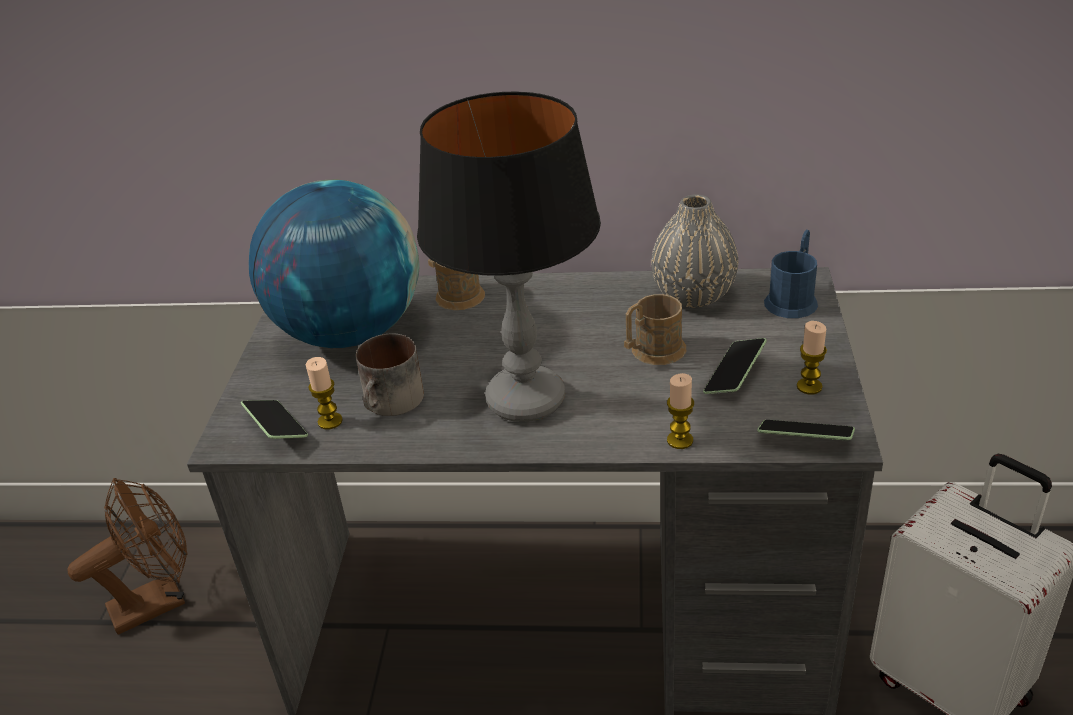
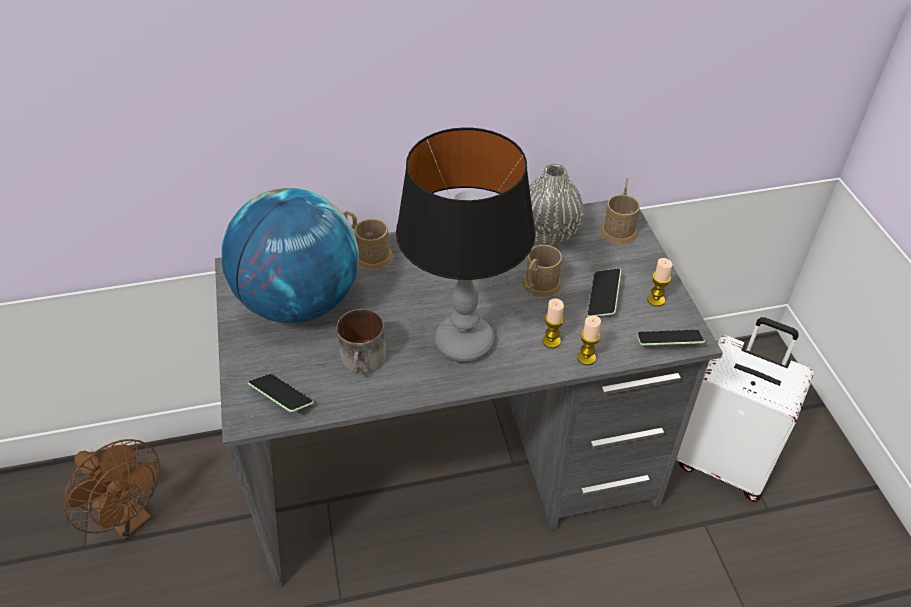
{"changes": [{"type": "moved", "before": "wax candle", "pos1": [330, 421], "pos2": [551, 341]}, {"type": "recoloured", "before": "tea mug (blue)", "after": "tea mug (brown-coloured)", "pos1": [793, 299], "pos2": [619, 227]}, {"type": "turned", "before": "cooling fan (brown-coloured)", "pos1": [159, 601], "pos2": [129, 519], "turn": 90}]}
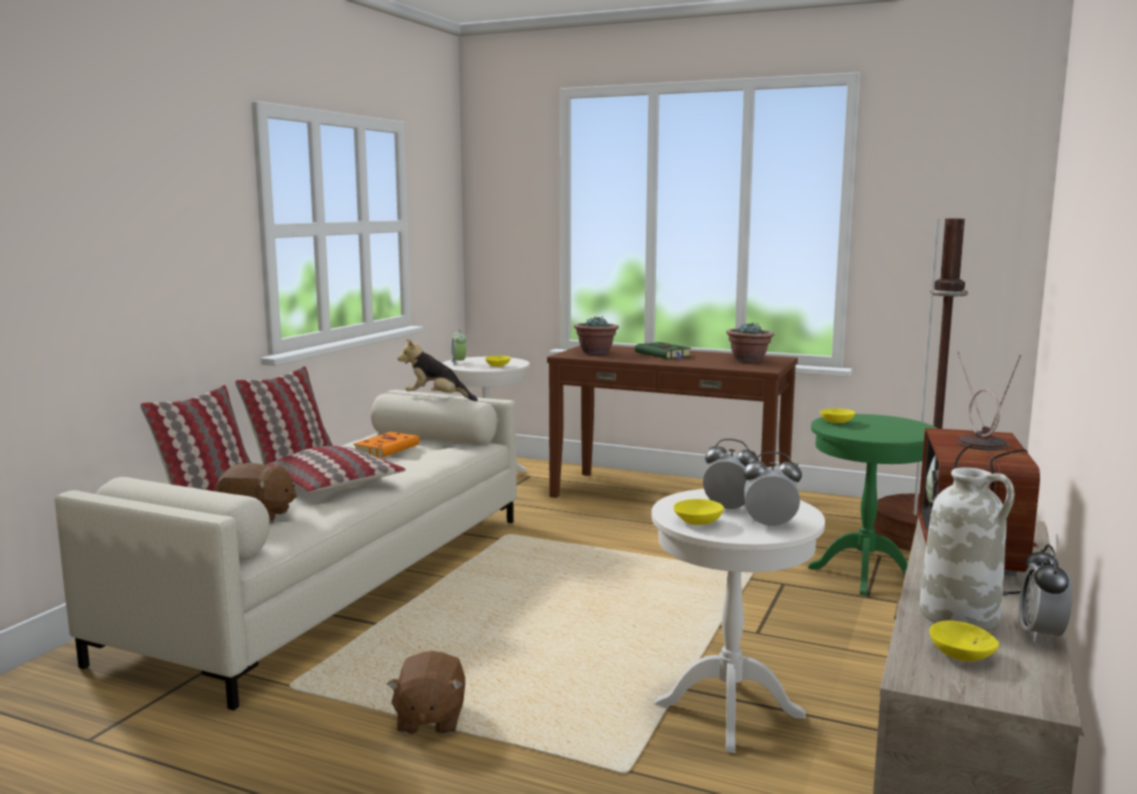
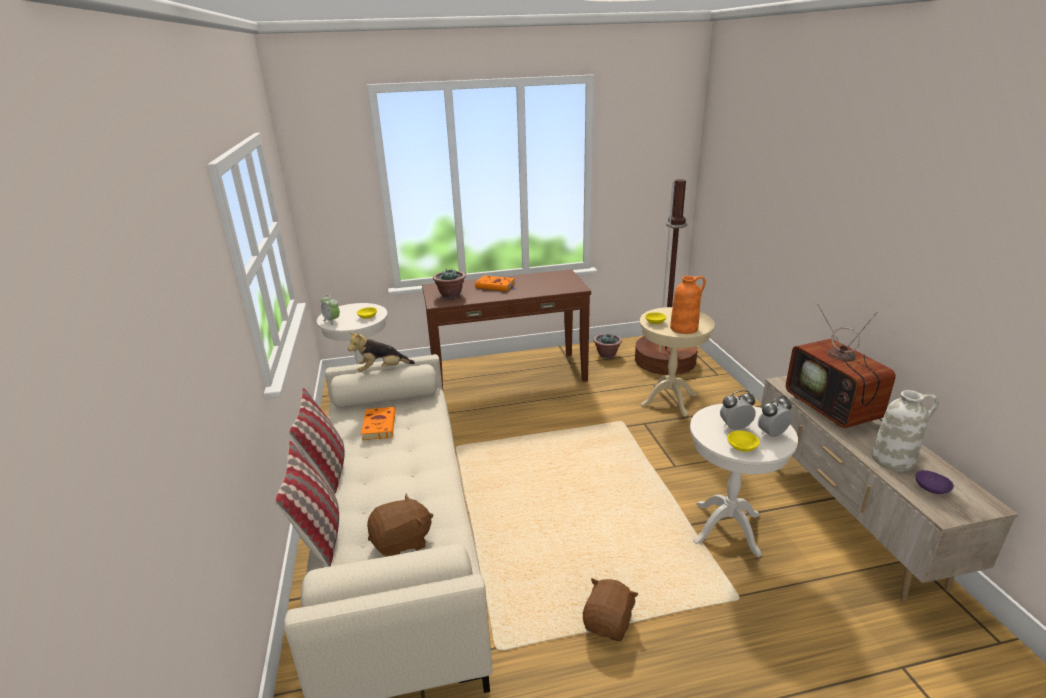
{"changes": [{"type": "removed", "before": "throw pillow", "pos1": [334, 486]}, {"type": "removed", "before": "alarm clock", "pos1": [1041, 634]}, {"type": "added", "after": "decorative vase (orange)", "pos2": [684, 328]}, {"type": "moved", "before": "houseplant", "pos1": [749, 360], "pos2": [607, 354]}, {"type": "recoloured", "before": "volume (green-coloured)", "after": "volume (orange)", "pos1": [664, 355], "pos2": [496, 286]}, {"type": "recoloured", "before": "end table (green-coloured)", "after": "end table (beige-coloured)", "pos1": [864, 574], "pos2": [669, 400]}, {"type": "recoloured", "before": "bowl (yellowish)", "after": "bowl (purplish)", "pos1": [959, 654], "pos2": [930, 488]}, {"type": "turned", "before": "soft toy (brown-coloured)", "pos1": [429, 719], "pos2": [608, 623], "turn": -120}]}
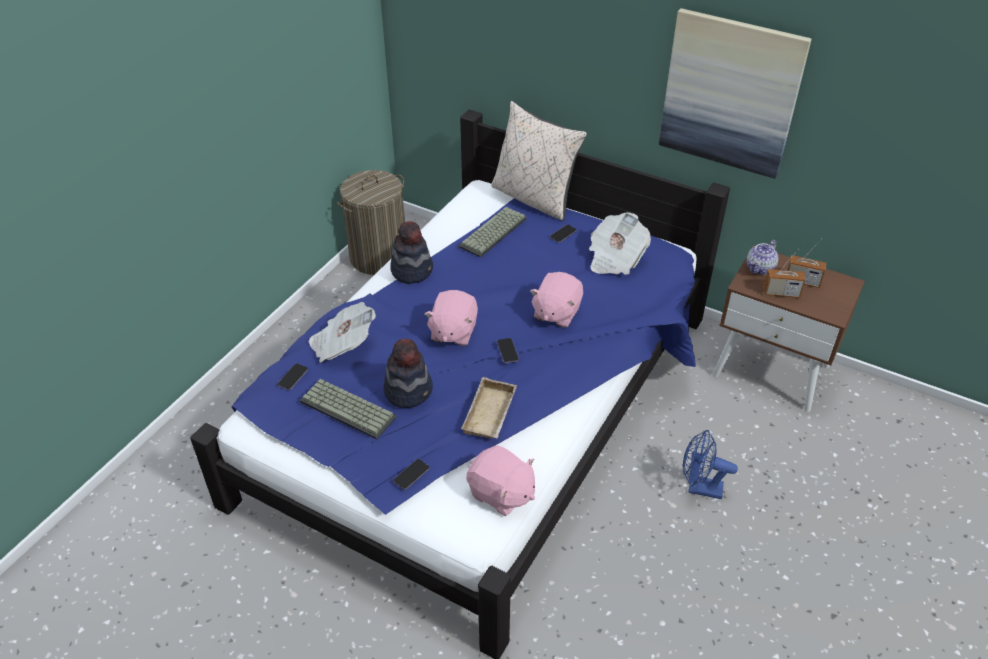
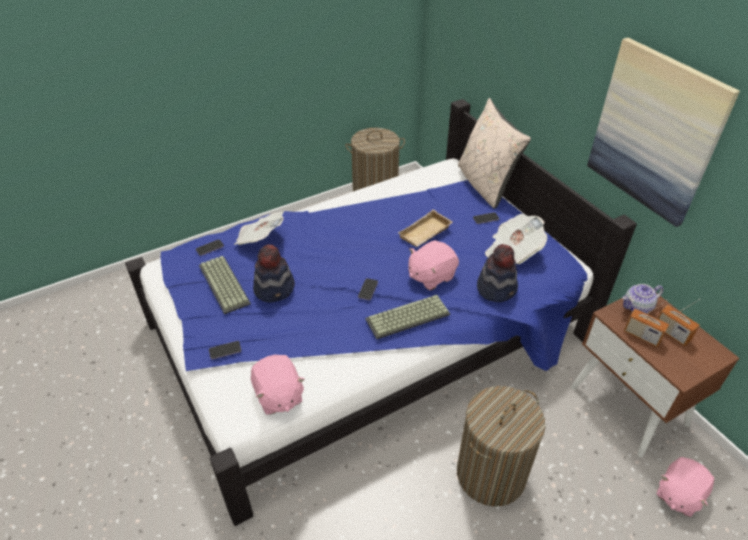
{"changes": [{"type": "moved", "before": "hat", "pos1": [412, 270], "pos2": [497, 288]}, {"type": "moved", "before": "soft toy (pinkish)", "pos1": [453, 332], "pos2": [678, 494]}, {"type": "moved", "before": "PC keyboard", "pos1": [493, 233], "pos2": [407, 318]}, {"type": "moved", "before": "tray (beige-coloured)", "pos1": [491, 414], "pos2": [425, 233]}, {"type": "replaced", "before": "cooling fan (blue)", "after": "hamper", "pos1": [699, 488], "pos2": [490, 474]}]}
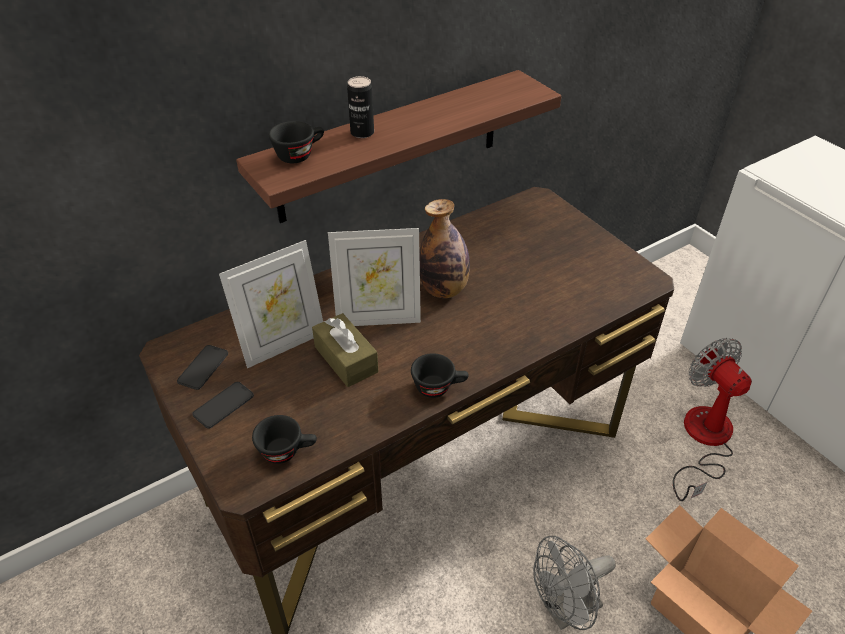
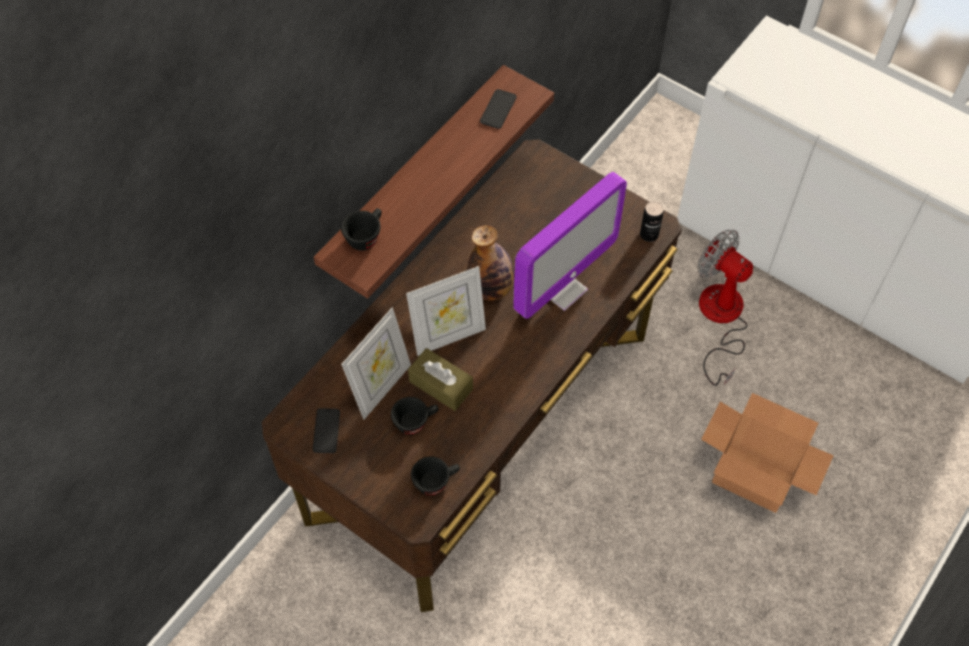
{"changes": [{"type": "removed", "before": "cooling fan (greyish)", "pos1": [565, 611]}, {"type": "added", "after": "monitor", "pos2": [561, 289]}, {"type": "moved", "before": "phone", "pos1": [223, 405], "pos2": [498, 109]}, {"type": "moved", "before": "can", "pos1": [362, 133], "pos2": [649, 234]}, {"type": "moved", "before": "small cup (black-coloured)", "pos1": [439, 387], "pos2": [415, 421]}]}
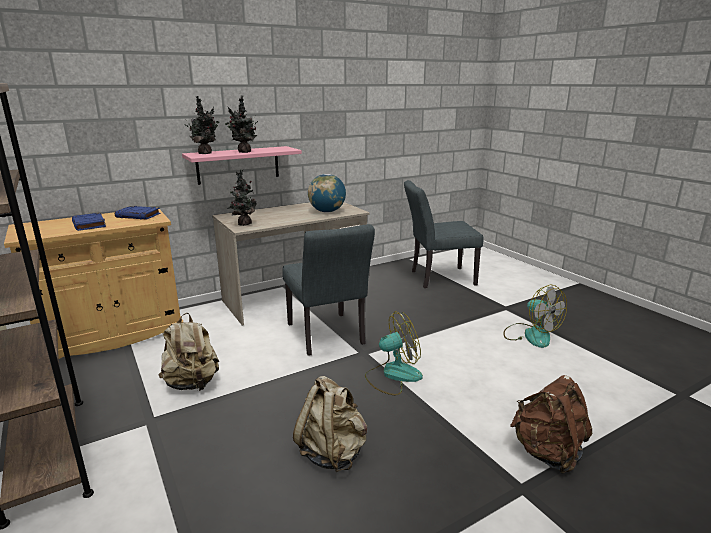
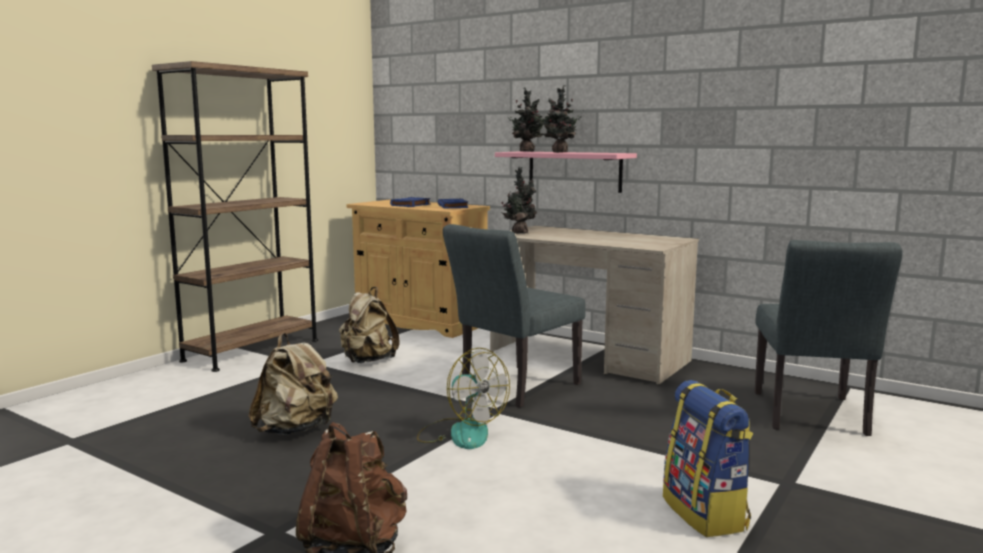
{"changes": [{"type": "removed", "before": "globe", "pos1": [327, 211]}, {"type": "replaced", "before": "cooling fan", "after": "knapsack", "pos1": [530, 335], "pos2": [706, 513]}, {"type": "turned", "before": "plain chair (greyish)", "pos1": [437, 278], "pos2": [811, 417], "turn": -135}]}
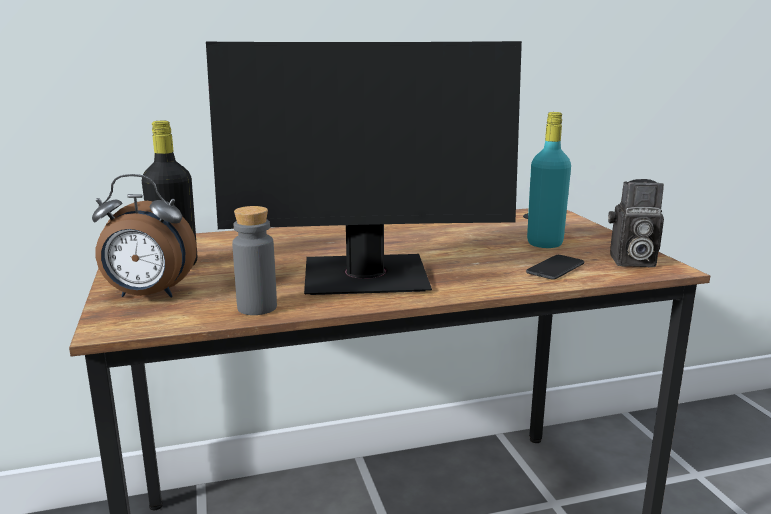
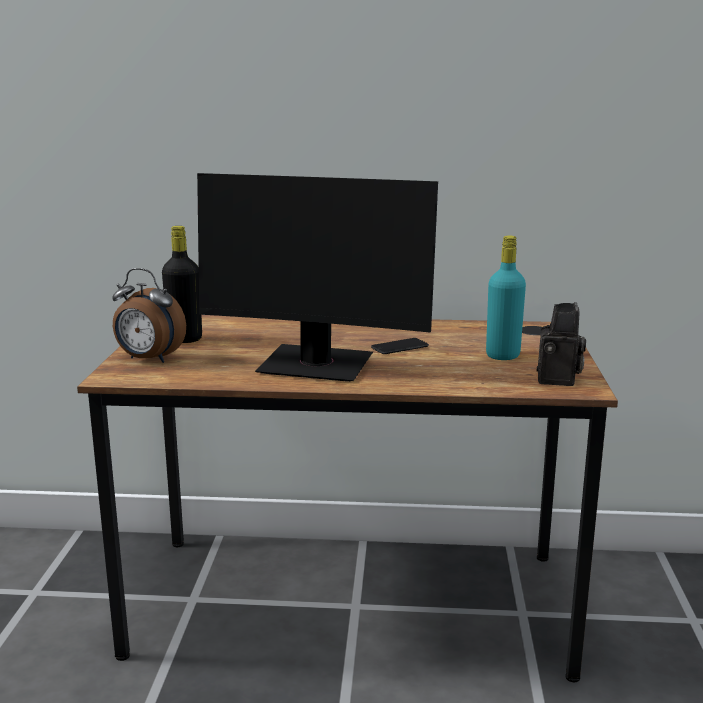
{"changes": [{"type": "removed", "before": "beverage bottle (greyish)", "pos1": [257, 307]}, {"type": "moved", "before": "phone", "pos1": [555, 268], "pos2": [399, 347]}, {"type": "turned", "before": "photo camera", "pos1": [630, 261], "pos2": [559, 380], "turn": -105}]}
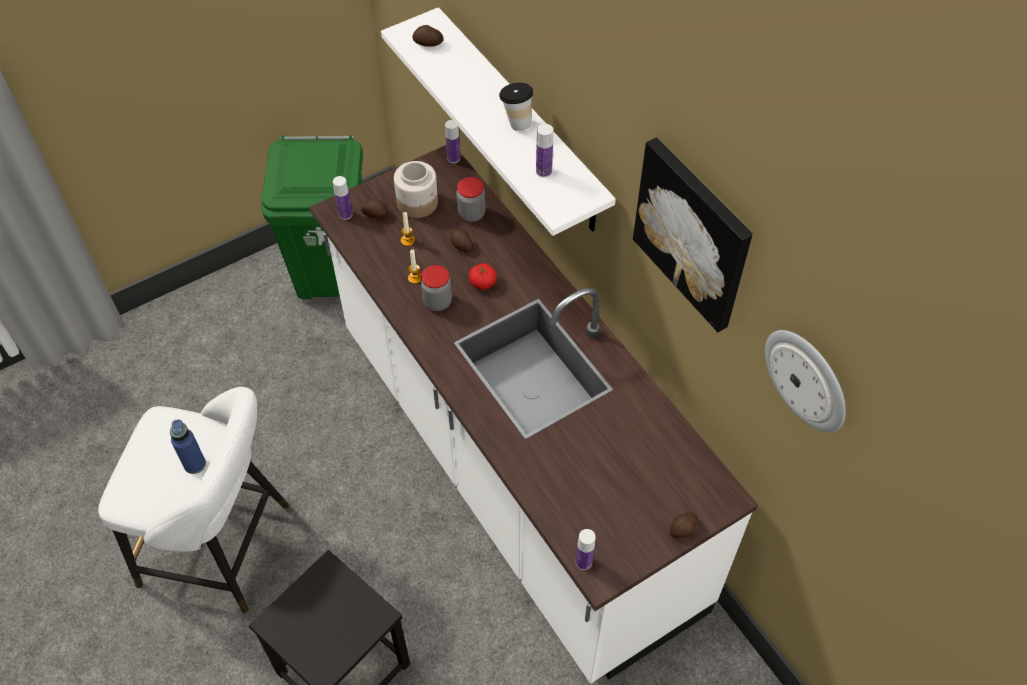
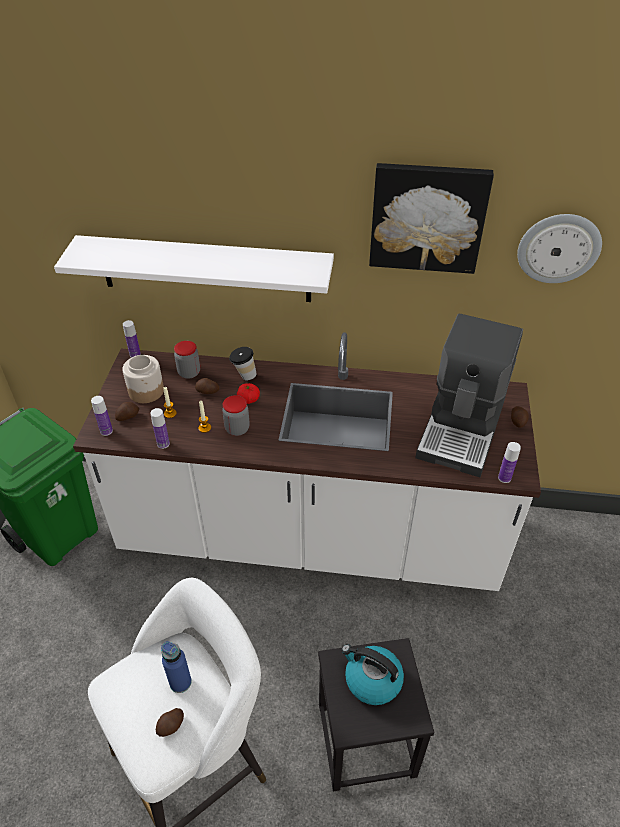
{"changes": [{"type": "added", "after": "kettle", "pos2": [372, 680]}, {"type": "added", "after": "coffee maker", "pos2": [463, 428]}, {"type": "moved", "before": "whole potato", "pos1": [428, 43], "pos2": [171, 726]}, {"type": "moved", "before": "small cup", "pos1": [516, 122], "pos2": [244, 376]}, {"type": "moved", "before": "beverage bottle", "pos1": [543, 171], "pos2": [163, 444]}]}
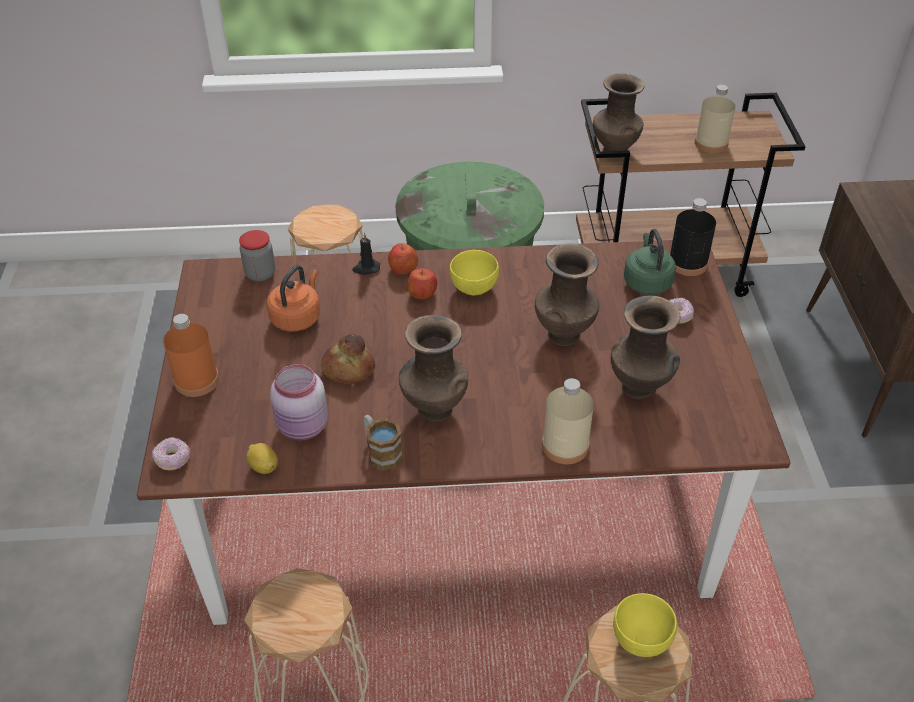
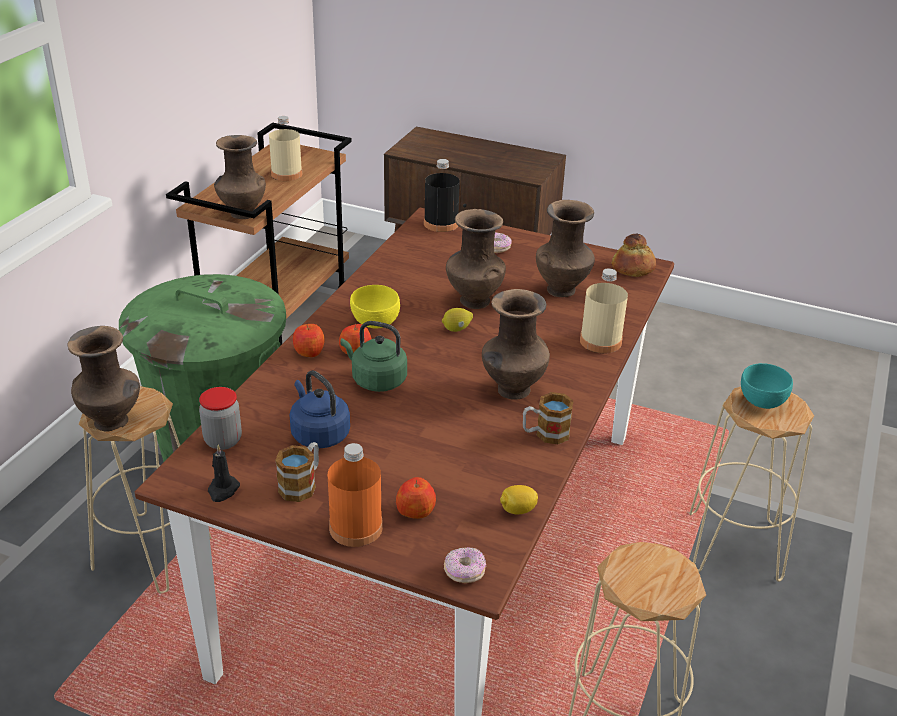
{"changes": [{"type": "removed", "before": "preserve jar (pinkish)", "pos1": [303, 427]}, {"type": "added", "after": "decorative vase (brown-coloured)", "pos2": [113, 422]}, {"type": "added", "after": "tea mug", "pos2": [302, 484]}, {"type": "added", "after": "whole apple", "pos2": [415, 510]}, {"type": "added", "after": "lemon", "pos2": [456, 329]}, {"type": "moved", "before": "bakery bread", "pos1": [348, 369], "pos2": [633, 268]}, {"type": "moved", "before": "wax candle (black-coloured)", "pos1": [366, 268], "pos2": [223, 490]}, {"type": "moved", "before": "kettle (green-coloured)", "pos1": [646, 281], "pos2": [376, 380]}, {"type": "recoloured", "before": "kettle (orange)", "after": "kettle (blue)", "pos1": [297, 317], "pos2": [318, 434]}, {"type": "recoloured", "before": "bowl (yellowish)", "after": "bowl (turquoise-coloured)", "pos1": [642, 640], "pos2": [762, 402]}]}
